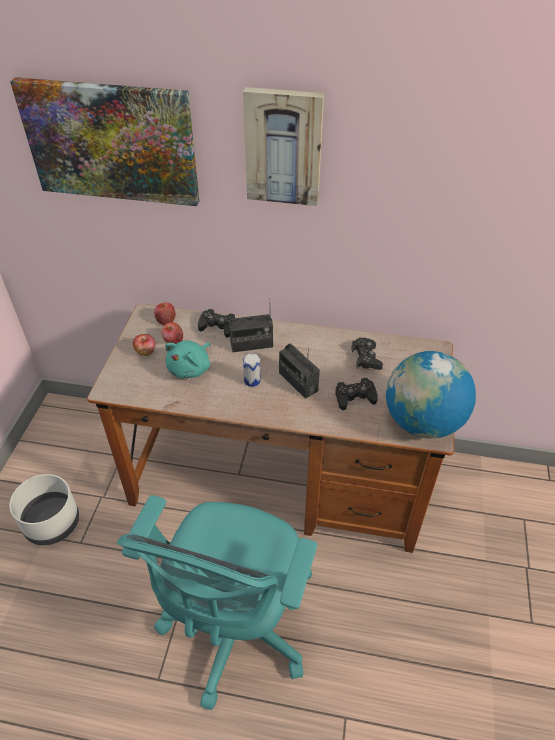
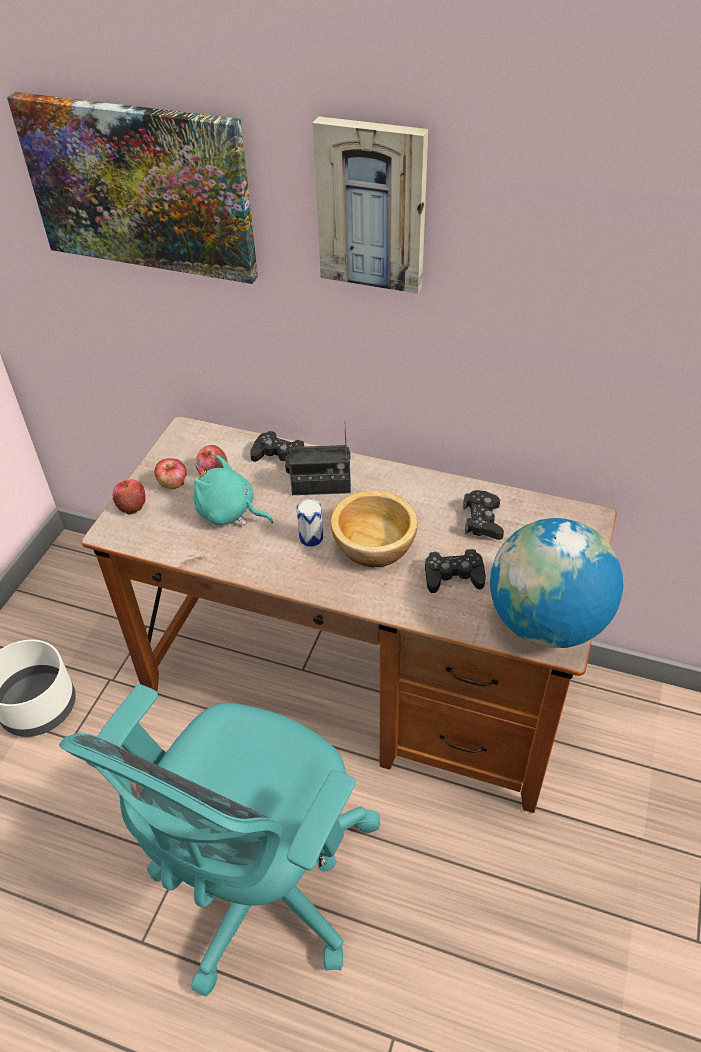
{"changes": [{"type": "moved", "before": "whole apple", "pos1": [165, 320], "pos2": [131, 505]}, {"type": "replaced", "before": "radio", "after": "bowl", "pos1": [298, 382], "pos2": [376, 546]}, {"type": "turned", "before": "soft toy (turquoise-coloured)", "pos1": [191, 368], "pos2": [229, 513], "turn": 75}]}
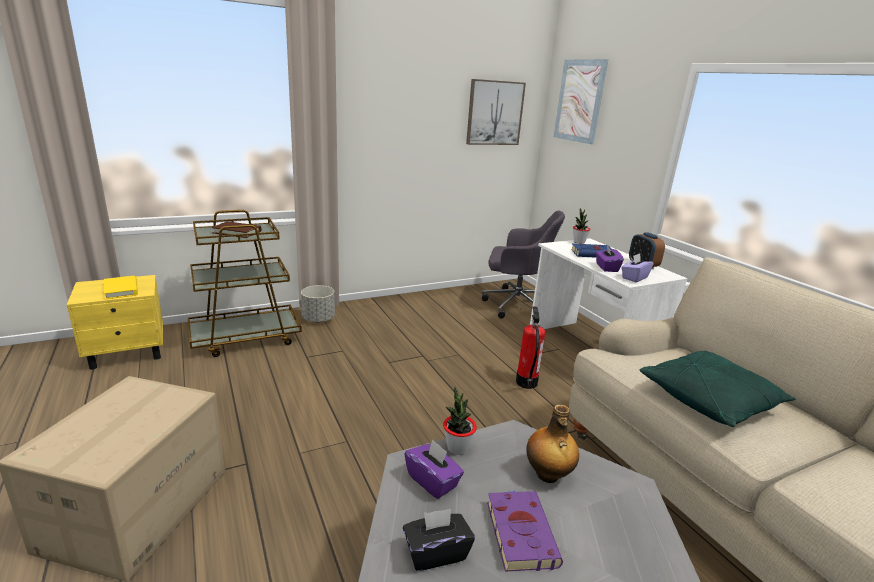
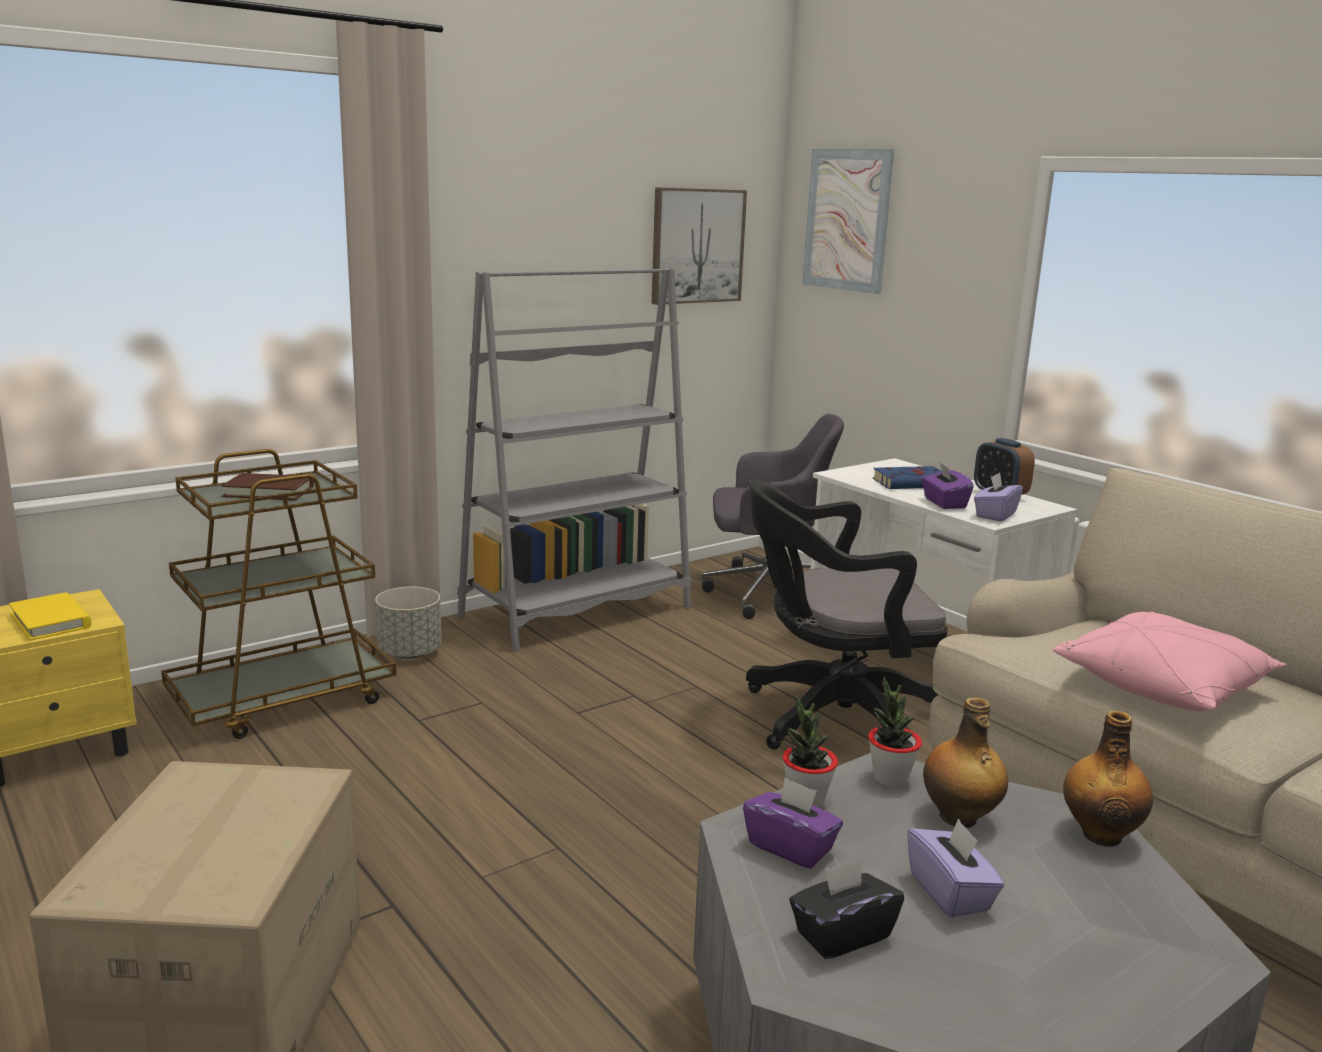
{"changes": [{"type": "added", "after": "bookshelf (greyish)", "pos2": [577, 612]}, {"type": "added", "after": "beverage bottle", "pos2": [1100, 834]}, {"type": "moved", "before": "houseplant", "pos1": [579, 242], "pos2": [890, 778]}, {"type": "replaced", "before": "volume (purplish)", "after": "tissue box (purplish)", "pos1": [520, 531], "pos2": [950, 893]}, {"type": "replaced", "before": "extinguisher", "after": "office chair (black-coloured)", "pos1": [526, 382], "pos2": [832, 719]}, {"type": "recoloured", "before": "throw pillow (green-coloured)", "after": "throw pillow (pinkish)", "pos1": [709, 400], "pos2": [1163, 685]}]}
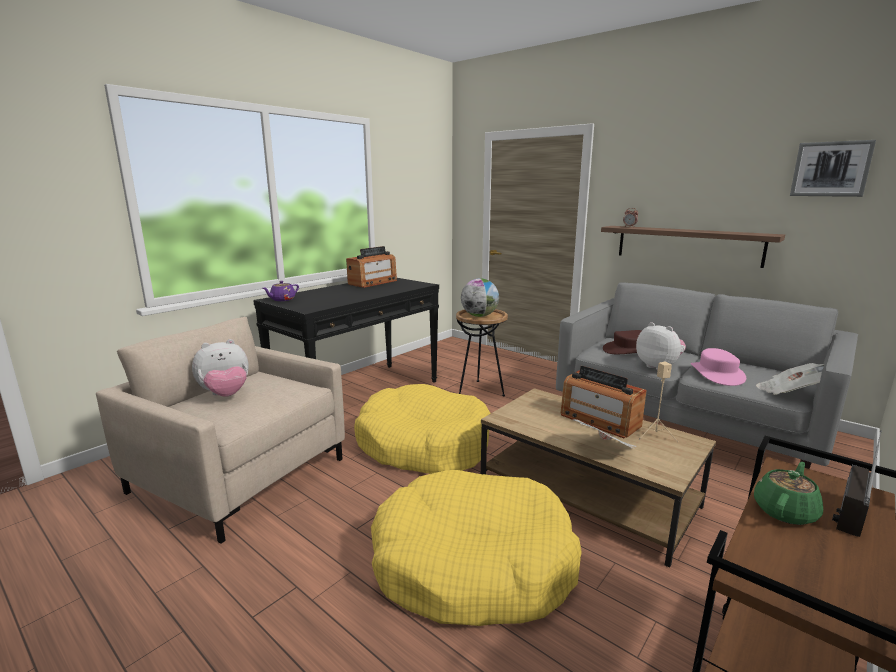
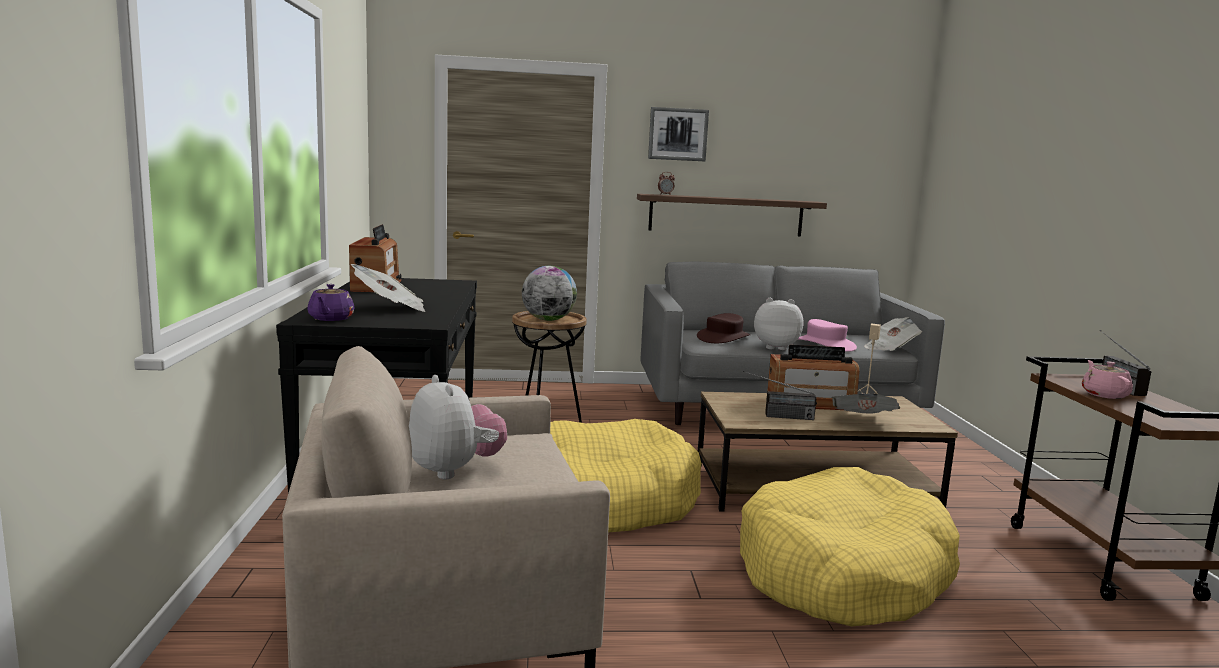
{"changes": [{"type": "added", "after": "daily paper", "pos2": [391, 308]}, {"type": "added", "after": "radio", "pos2": [776, 416]}, {"type": "moved", "before": "wall picture", "pos1": [830, 169], "pos2": [678, 134]}, {"type": "recoloured", "before": "pot for tea (green-coloured)", "after": "pot for tea (pinkish)", "pos1": [785, 511], "pos2": [1104, 394]}, {"type": "turned", "before": "soft toy", "pos1": [225, 395], "pos2": [455, 470], "turn": -45}]}
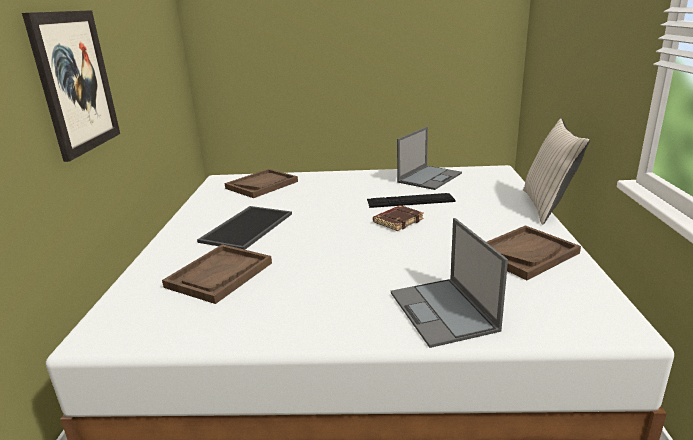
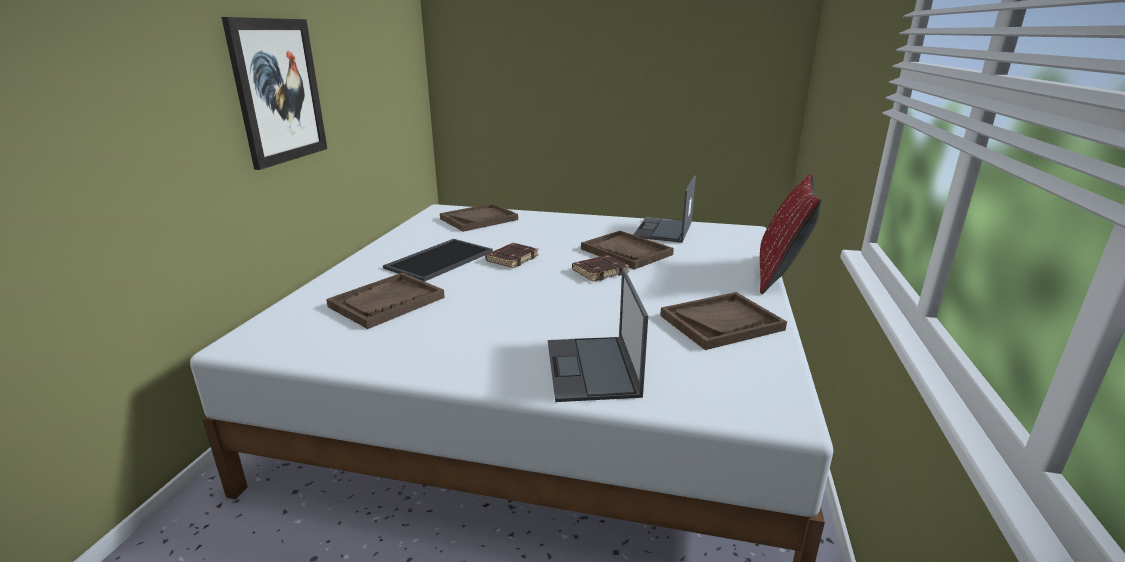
{"changes": [{"type": "added", "after": "volume (brown-coloured)", "pos2": [512, 258]}, {"type": "replaced", "before": "PC keyboard", "after": "tray (brown-coloured)", "pos1": [410, 200], "pos2": [626, 252]}, {"type": "recoloured", "before": "throw pillow (beige-coloured)", "after": "throw pillow (red-coloured)", "pos1": [547, 206], "pos2": [780, 275]}, {"type": "turned", "before": "notebook computer", "pos1": [430, 177], "pos2": [663, 230], "turn": 150}]}
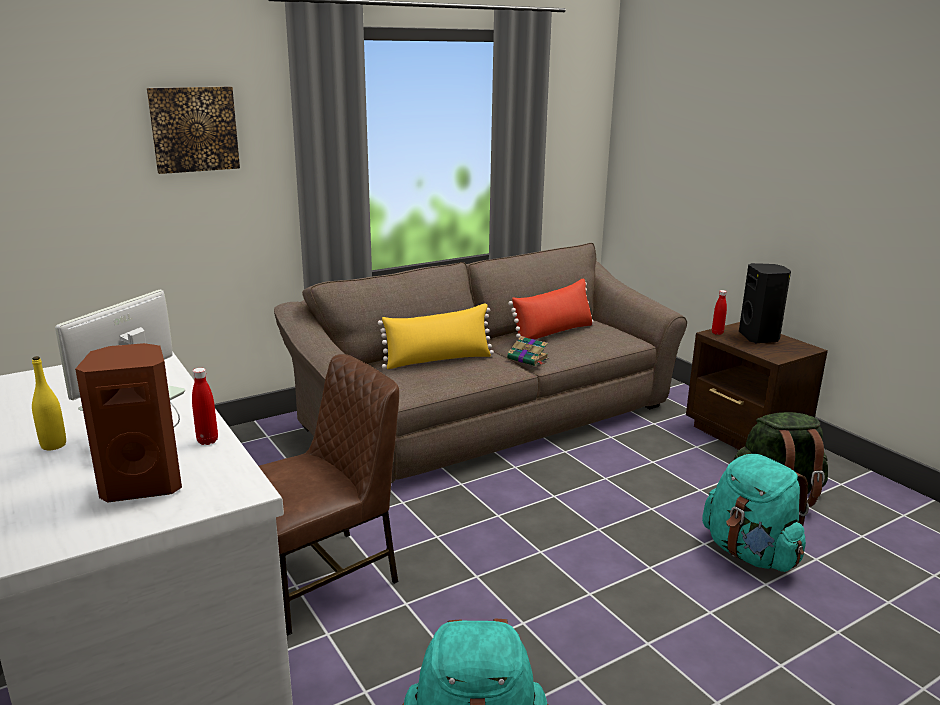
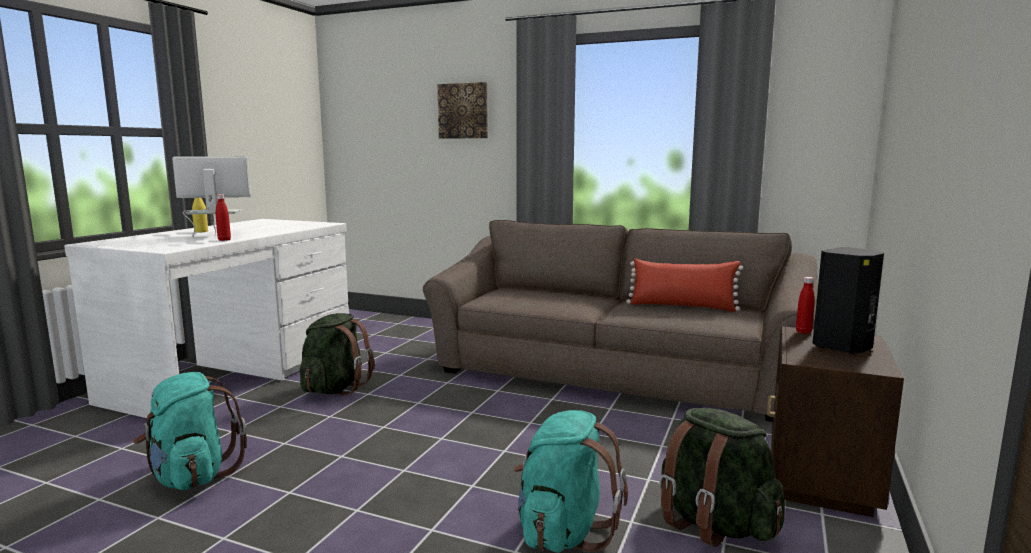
{"changes": [{"type": "removed", "before": "audio speaker (brown-coloured)", "pos1": [143, 484]}, {"type": "removed", "before": "throw pillow (yellowish)", "pos1": [438, 360]}, {"type": "removed", "before": "volume", "pos1": [528, 359]}, {"type": "replaced", "before": "plain chair (brown-coloured)", "after": "knapsack (green-coloured)", "pos1": [322, 577], "pos2": [335, 388]}]}
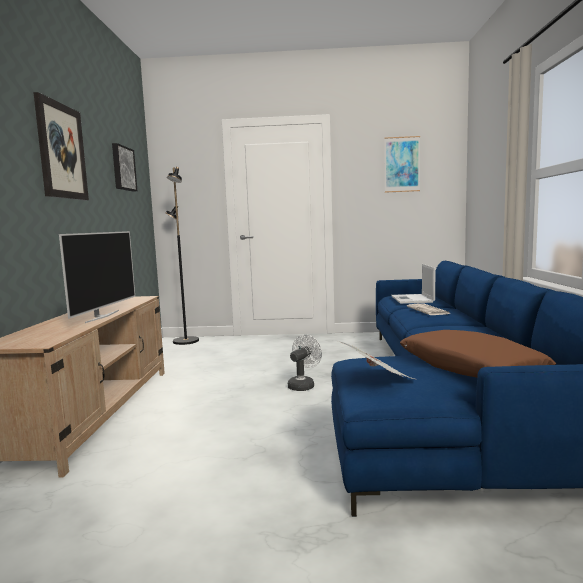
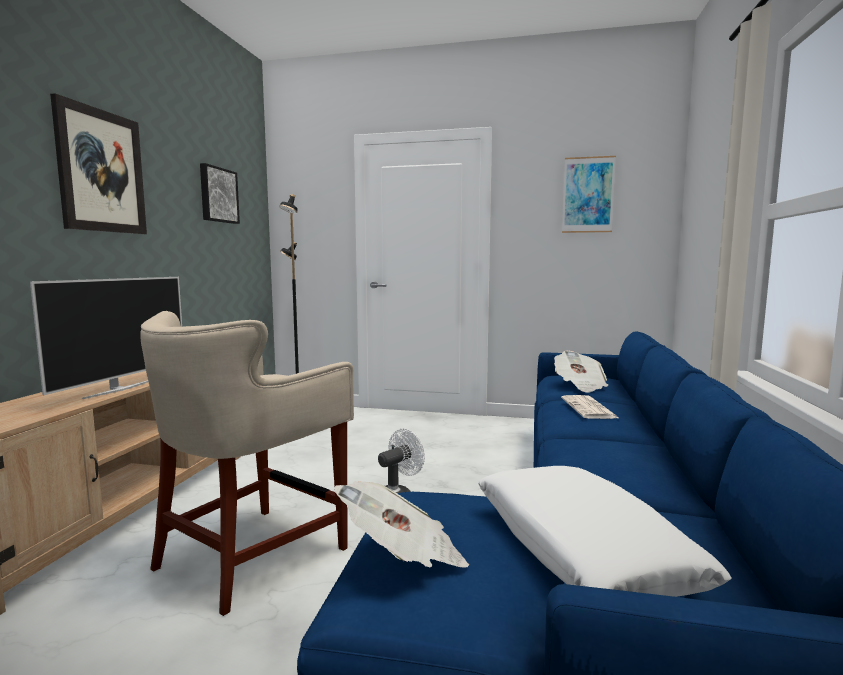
{"changes": [{"type": "added", "after": "stool (beige-coloured)", "pos2": [253, 555]}, {"type": "replaced", "before": "notebook computer", "after": "daily paper", "pos1": [412, 299], "pos2": [579, 385]}, {"type": "recoloured", "before": "throw pillow (brown-coloured)", "after": "throw pillow (whitish)", "pos1": [470, 368], "pos2": [581, 549]}]}
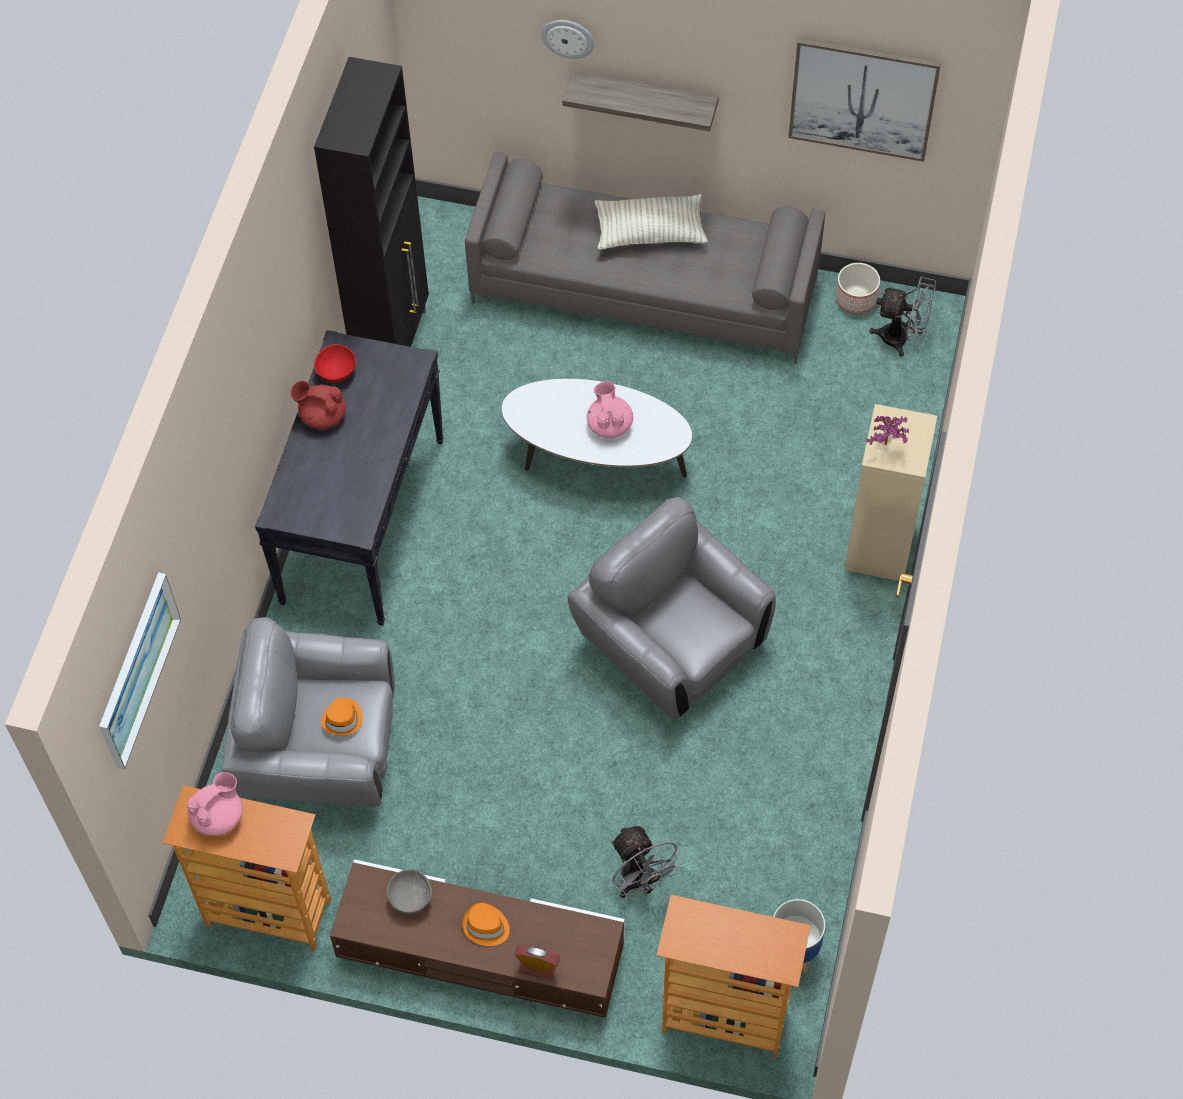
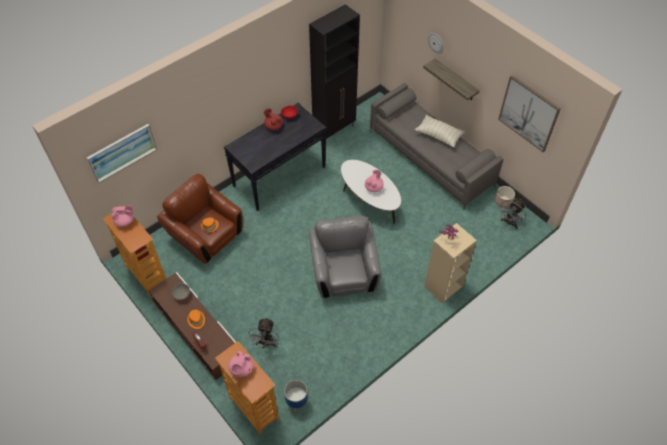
{"changes": [{"type": "added", "after": "pot for tea (pinkish)", "pos2": [241, 369]}, {"type": "recoloured", "before": "easy chair (greyish)", "after": "easy chair (brown-coloured)", "pos1": [318, 747], "pos2": [205, 235]}, {"type": "turned", "before": "cooling fan (greyish)", "pos1": [902, 338], "pos2": [509, 223], "turn": 75}]}
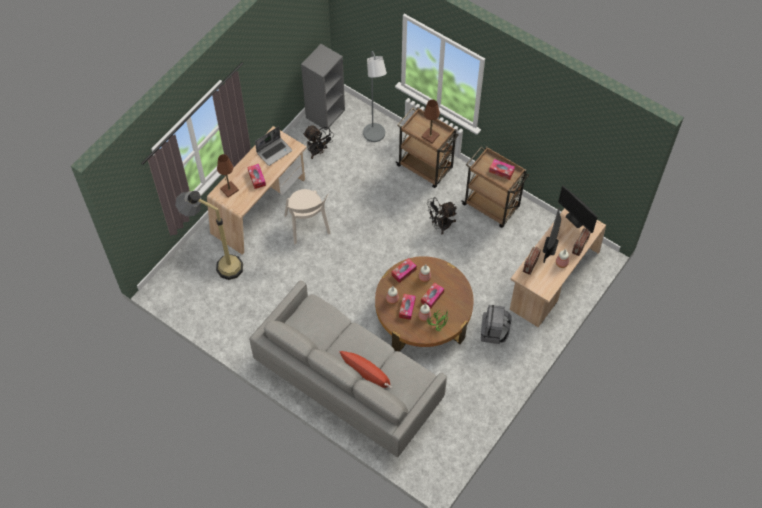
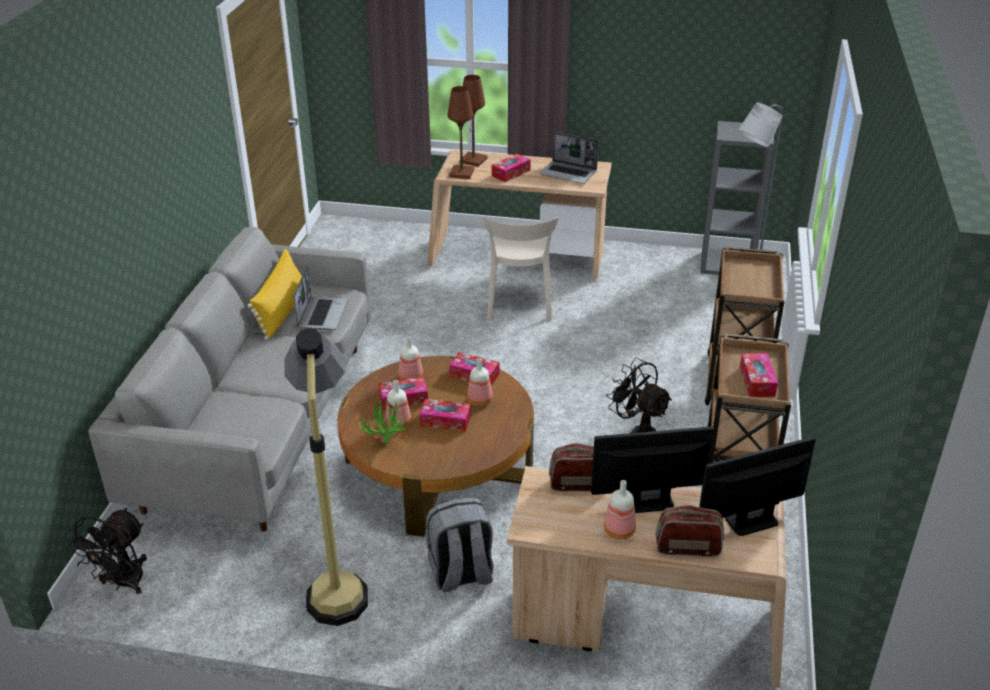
{"changes": [{"type": "removed", "before": "throw pillow (red-coloured)", "pos1": [366, 373]}, {"type": "added", "after": "throw pillow (yellowish)", "pos2": [282, 311]}, {"type": "added", "after": "notebook computer", "pos2": [322, 314]}, {"type": "moved", "before": "standing lamp", "pos1": [218, 264], "pos2": [337, 578]}, {"type": "moved", "before": "cooling fan (black-coloured)", "pos1": [318, 152], "pos2": [122, 583]}, {"type": "moved", "before": "table lamp (brown-coloured)", "pos1": [430, 136], "pos2": [461, 173]}, {"type": "turned", "before": "plain chair (beige-coloured)", "pos1": [308, 226], "pos2": [519, 305], "turn": -45}, {"type": "turned", "before": "monitor", "pos1": [575, 219], "pos2": [751, 520], "turn": 45}]}
